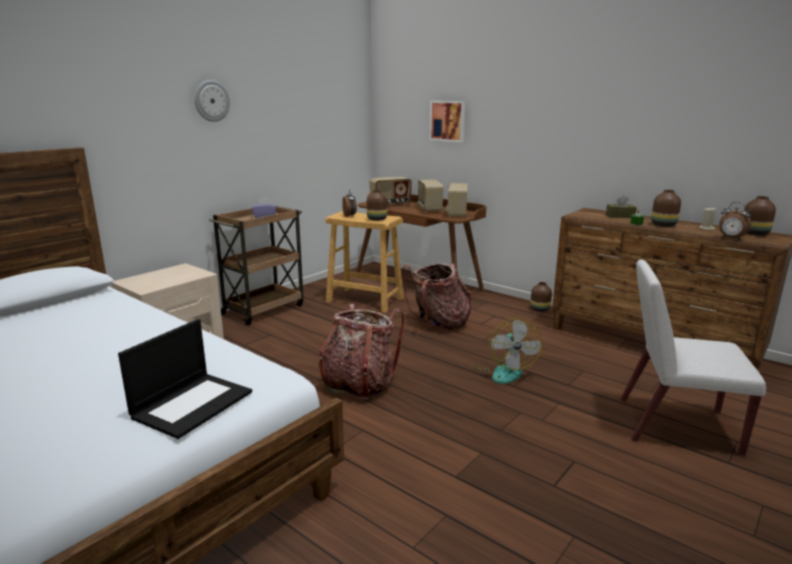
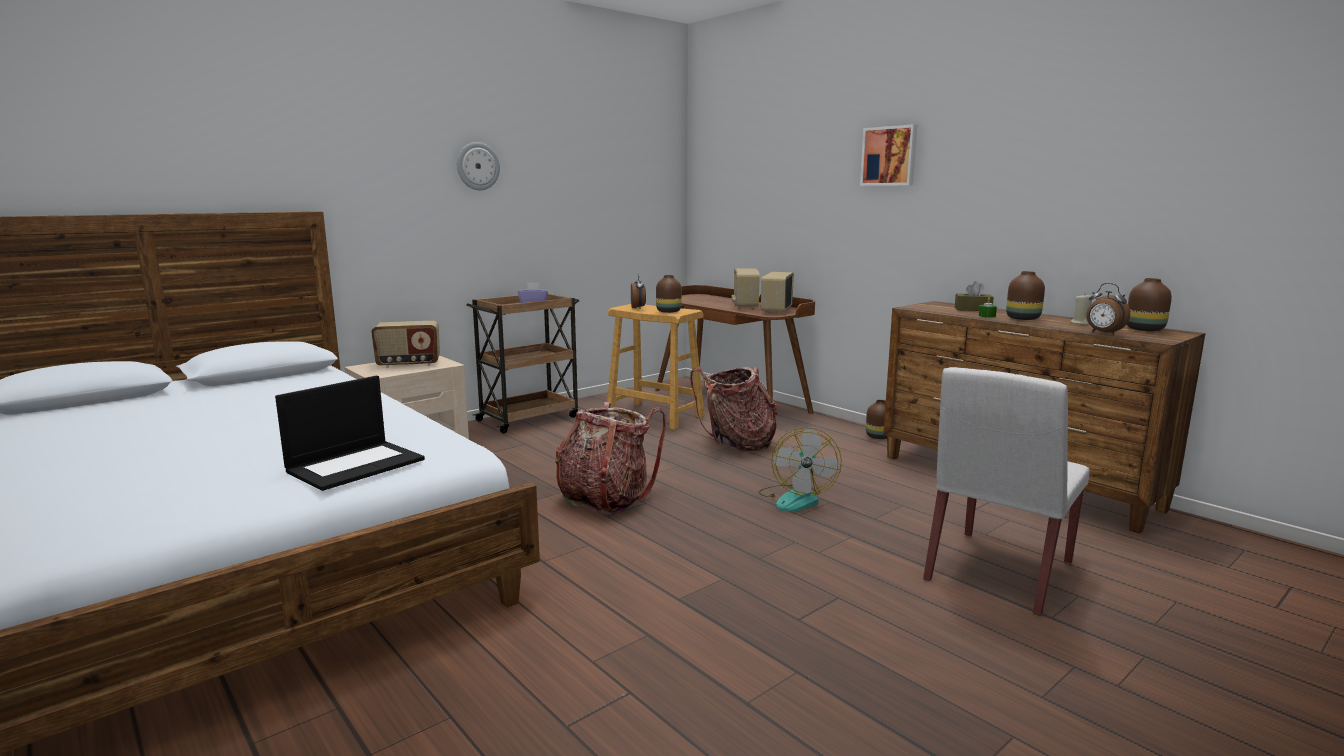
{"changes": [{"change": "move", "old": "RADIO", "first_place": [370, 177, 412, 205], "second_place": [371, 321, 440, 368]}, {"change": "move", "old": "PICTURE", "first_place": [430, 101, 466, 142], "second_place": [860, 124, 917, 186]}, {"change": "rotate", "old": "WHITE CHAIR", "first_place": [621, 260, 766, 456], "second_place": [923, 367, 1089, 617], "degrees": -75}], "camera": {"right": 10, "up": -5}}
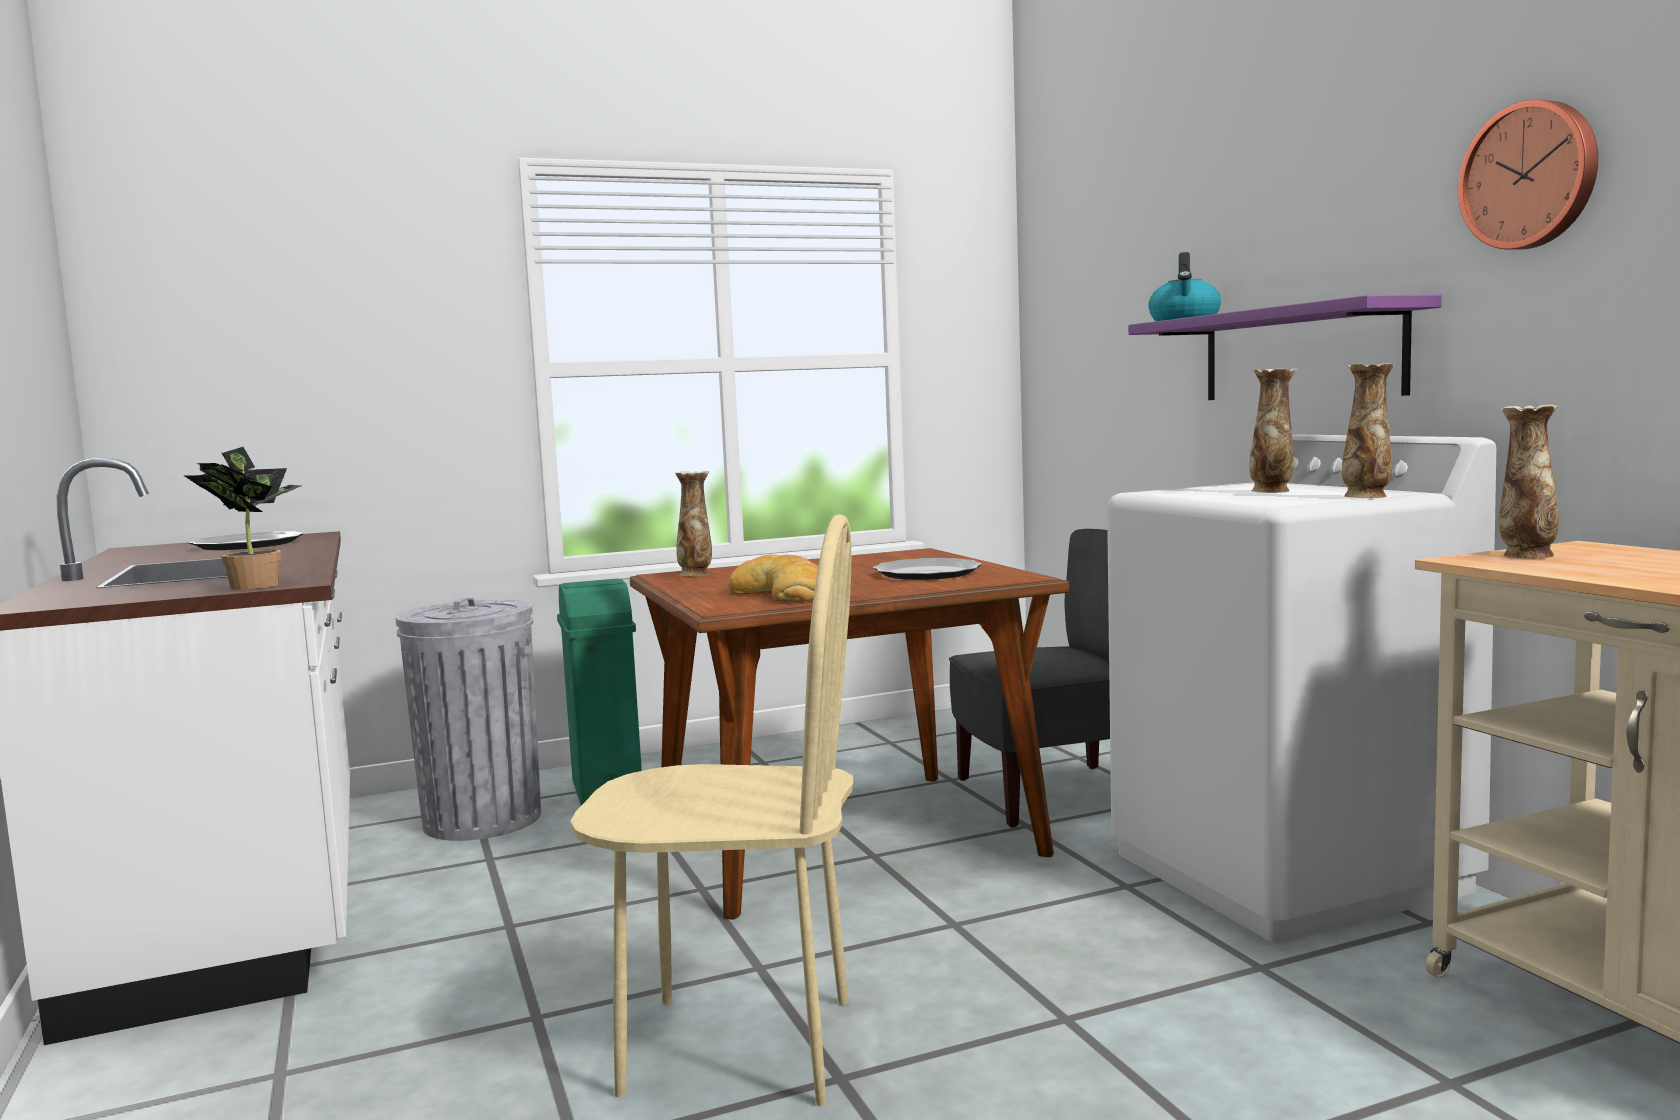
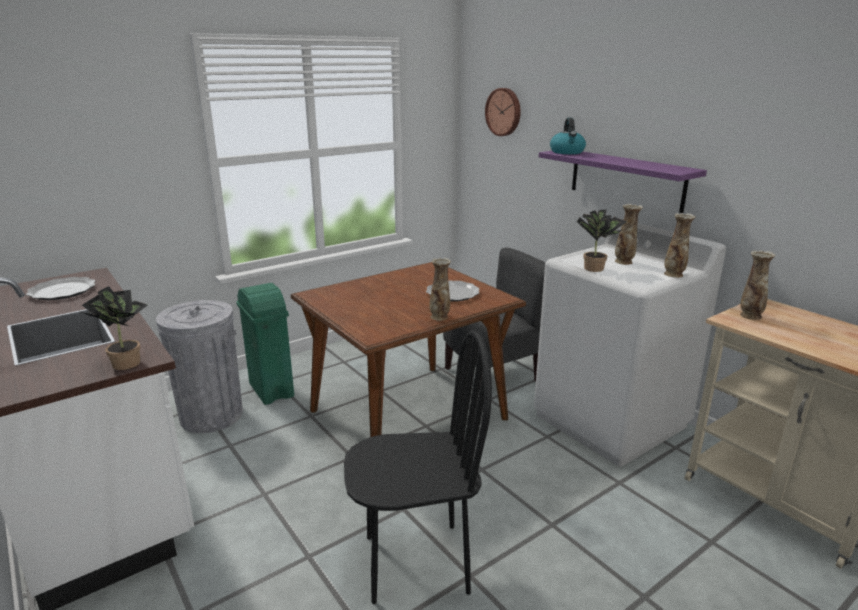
{"changes": [{"change": "delete", "old": "BREAD", "first_place": [728, 554, 818, 601]}, {"change": "insert", "new": "POTTED PLANT", "second_place": [577, 210, 627, 272]}, {"change": "move", "old": "VASE", "first_place": [675, 471, 712, 576], "second_place": [430, 258, 451, 321]}, {"change": "move", "old": "WALL CLOCK", "first_place": [1458, 100, 1598, 250], "second_place": [485, 88, 521, 136]}, {"change": "recolor", "old": "BEIGE CHAIR", "new": "BLACK CHAIR", "first_place": [570, 514, 853, 1106], "second_place": [344, 330, 492, 604]}], "camera": {"right": -15, "up": 15}}
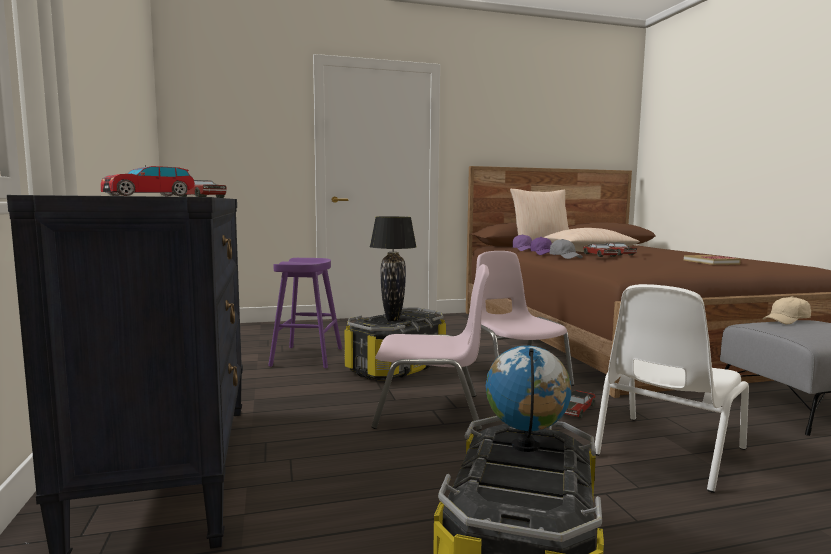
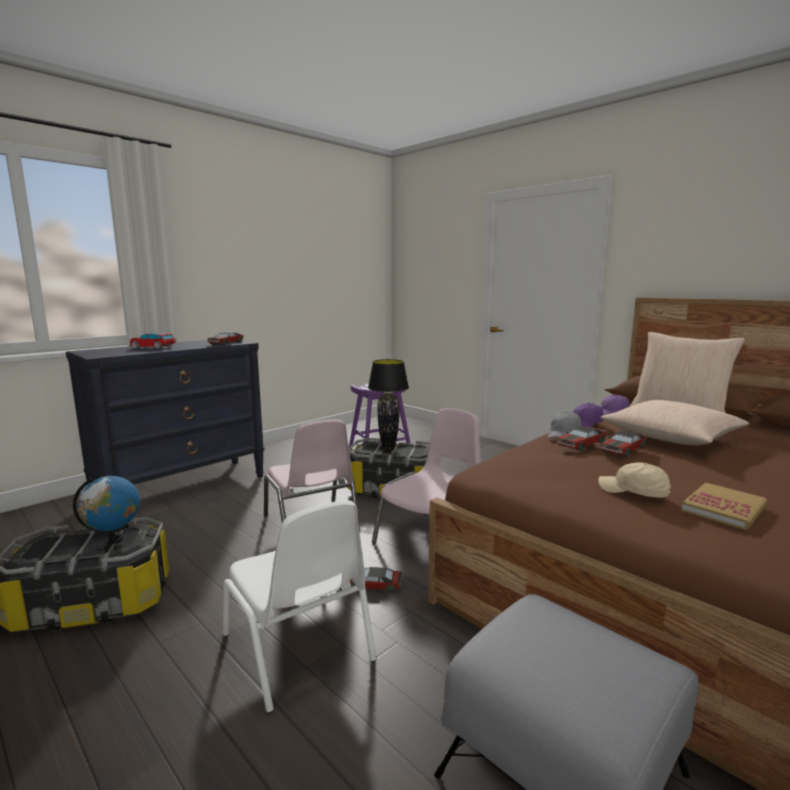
{"changes": [{"change": "move", "old": "BEIGE CAP", "first_place": [763, 297, 811, 324], "second_place": [598, 462, 671, 498]}, {"change": "rotate", "old": "WHITE CHAIR", "first_place": [595, 284, 749, 493], "second_place": [223, 500, 376, 713], "degrees": -135}], "camera": {"right": 60, "up": 5}}
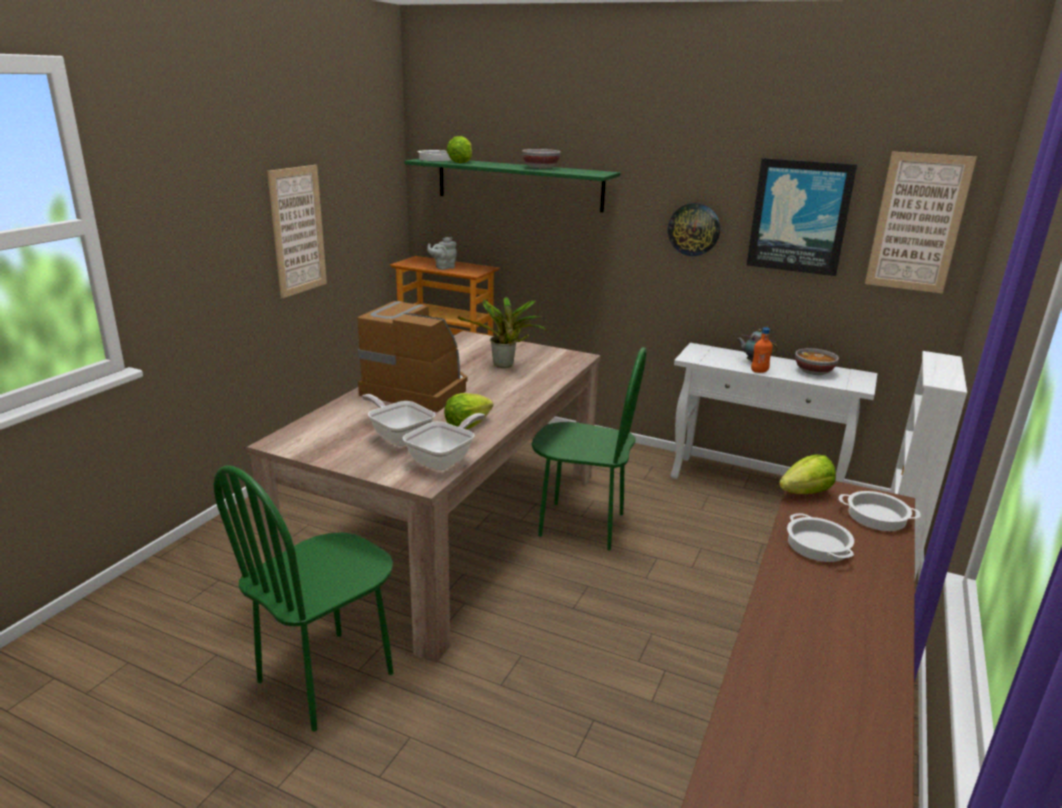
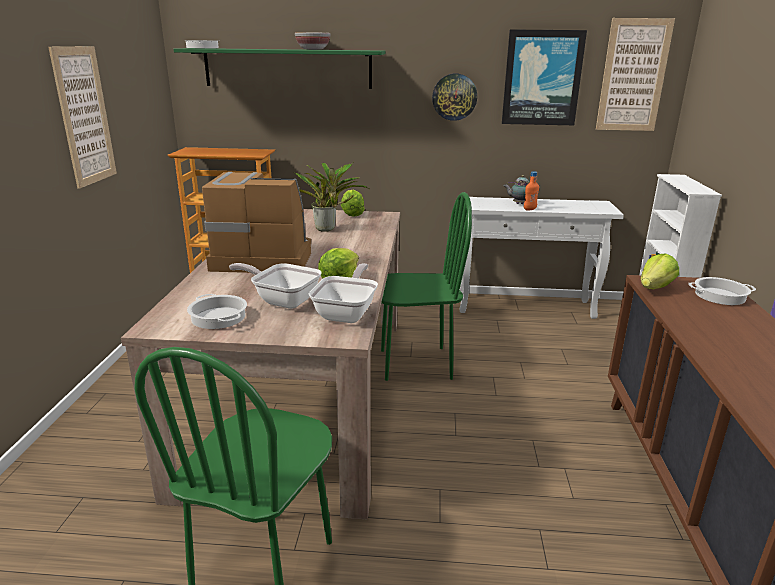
{"changes": [{"change": "delete", "old": "GREY TEAPOT", "first_place": [427, 237, 457, 270]}, {"change": "delete", "old": "BOWL", "first_place": [795, 348, 839, 375]}, {"change": "move", "old": "LETTUCE", "first_place": [447, 136, 472, 163], "second_place": [341, 190, 365, 217]}, {"change": "move", "old": "COOKING POT", "first_place": [787, 513, 854, 562], "second_place": [187, 294, 247, 329]}], "camera": {"right": -20, "up": 0}}
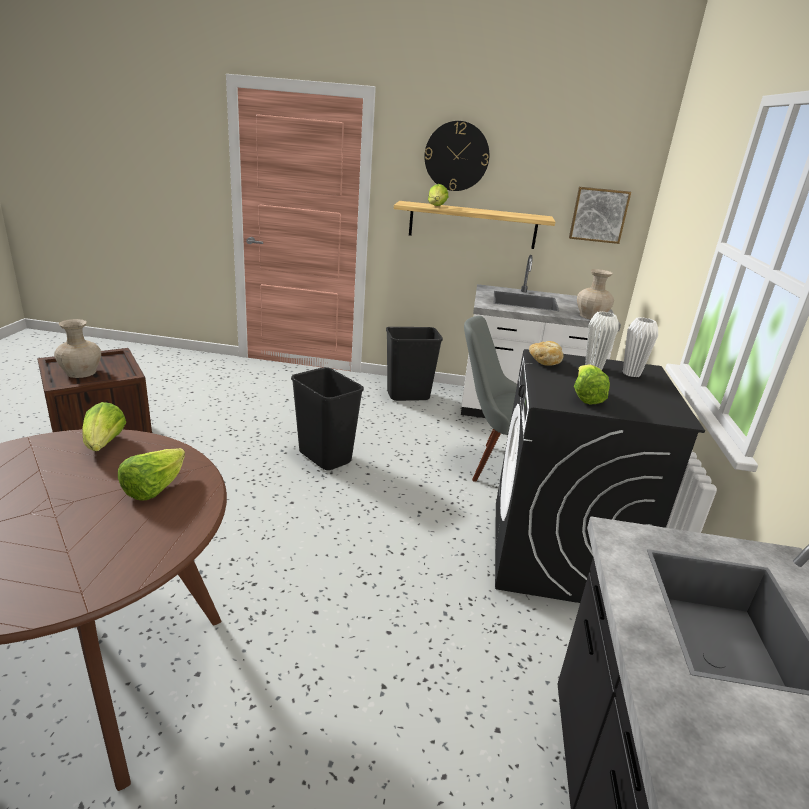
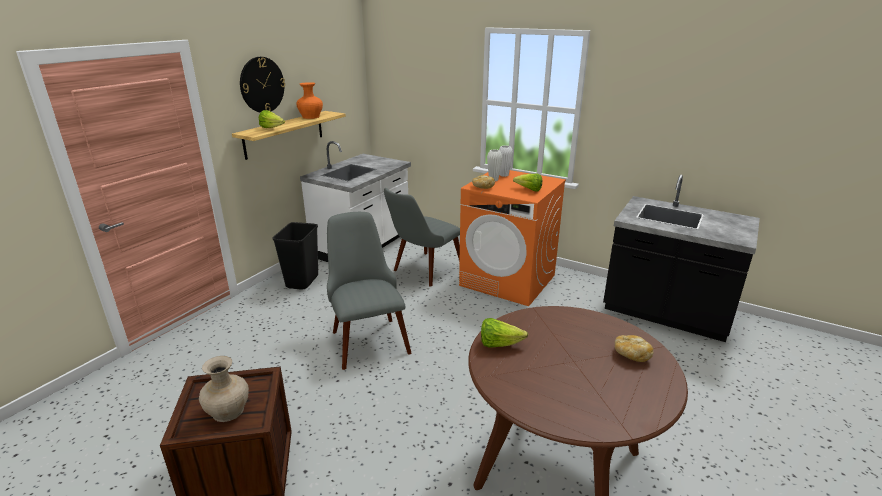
{"changes": [{"change": "delete", "old": "LETTUCE", "first_place": [118, 448, 185, 501]}, {"change": "delete", "old": "PICTURE", "first_place": [569, 187, 631, 244]}, {"change": "delete", "old": "BEIGE VASE", "first_place": [577, 269, 614, 320]}, {"change": "insert", "new": "ORANGE VASE", "second_place": [296, 82, 323, 119]}, {"change": "insert", "new": "BREAD", "second_place": [615, 335, 654, 362]}, {"change": "replace", "old": "BLACK TRASH CAN", "new": "GREY CHAIR", "first_place": [291, 367, 364, 470], "second_place": [327, 212, 412, 370]}, {"change": "recolor", "old": "BLACK WASHING MACHINE", "new": "ORANGE WASHING MACHINE", "first_place": [495, 349, 705, 603], "second_place": [459, 170, 566, 306]}], "camera": {"right": -65, "up": 0}}
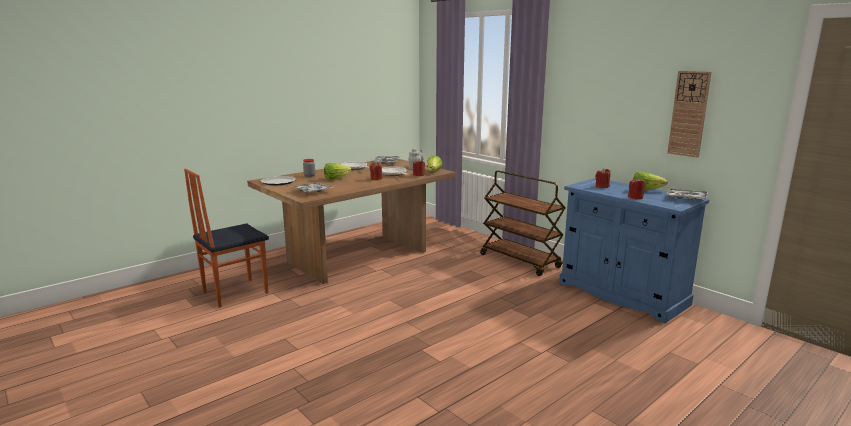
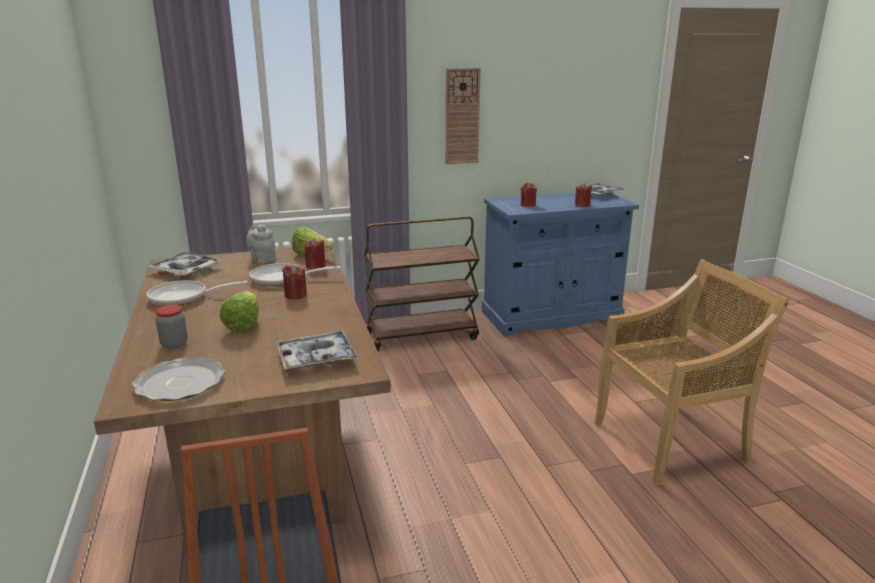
{"changes": [{"change": "delete", "old": "LETTUCE", "first_place": [633, 171, 668, 190]}, {"change": "insert", "new": "BEIGE CHAIR", "second_place": [594, 259, 790, 486]}, {"change": "move", "old": "WALL CLOCK", "first_place": [668, 71, 712, 158], "second_place": [446, 68, 481, 164]}], "camera": {"right": -65, "up": 5}}
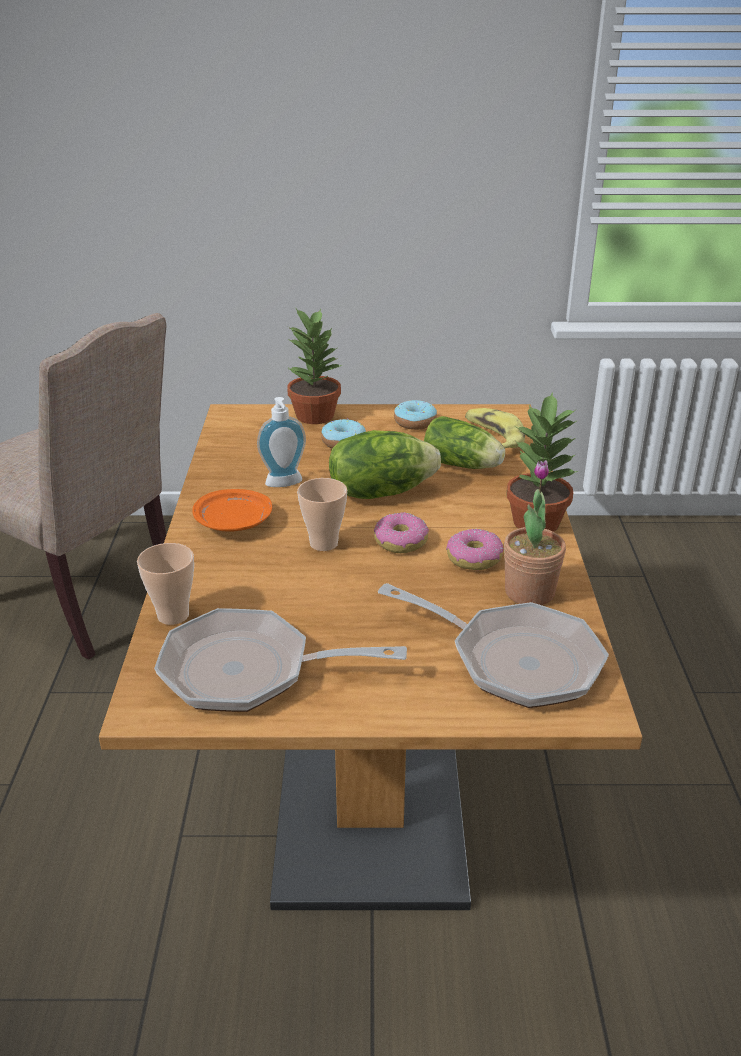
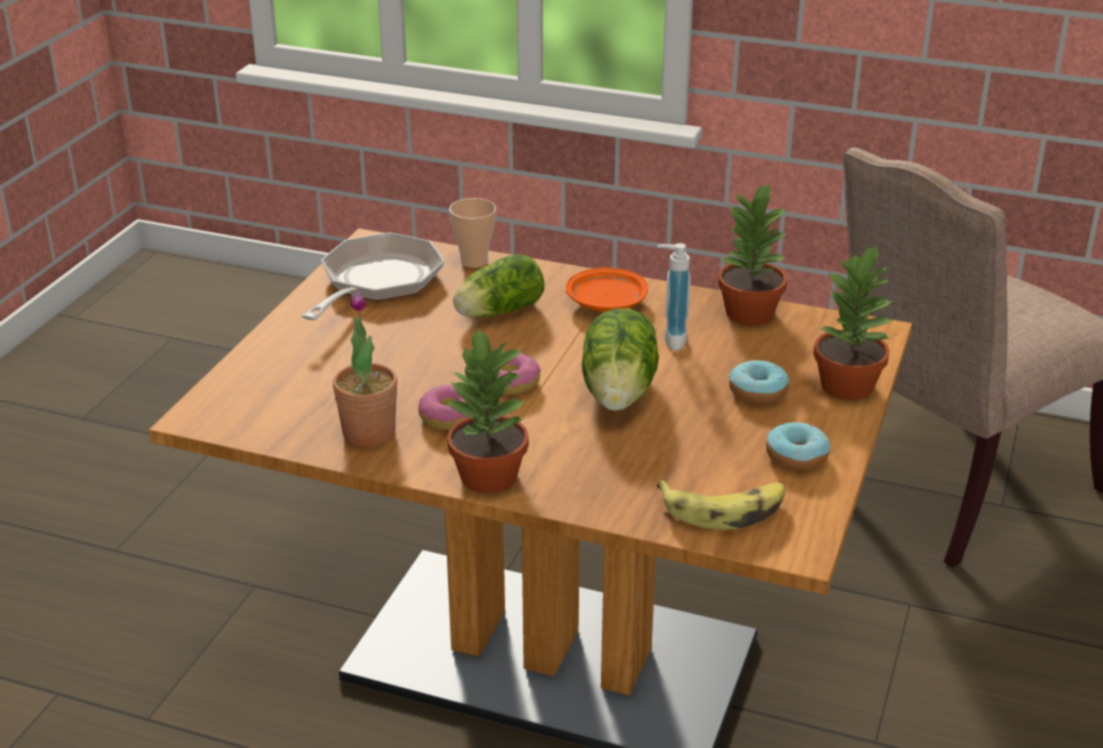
{"changes": [{"change": "delete", "old": "CUP", "first_place": [297, 478, 347, 551]}, {"change": "delete", "old": "FRYING PAN", "first_place": [378, 583, 609, 708]}, {"change": "insert", "new": "POTTED PLANT", "second_place": [718, 182, 788, 325]}, {"change": "move", "old": "LETTUCE", "first_place": [424, 416, 505, 469], "second_place": [453, 254, 544, 317]}], "camera": {"right": 110, "up": 0}}
